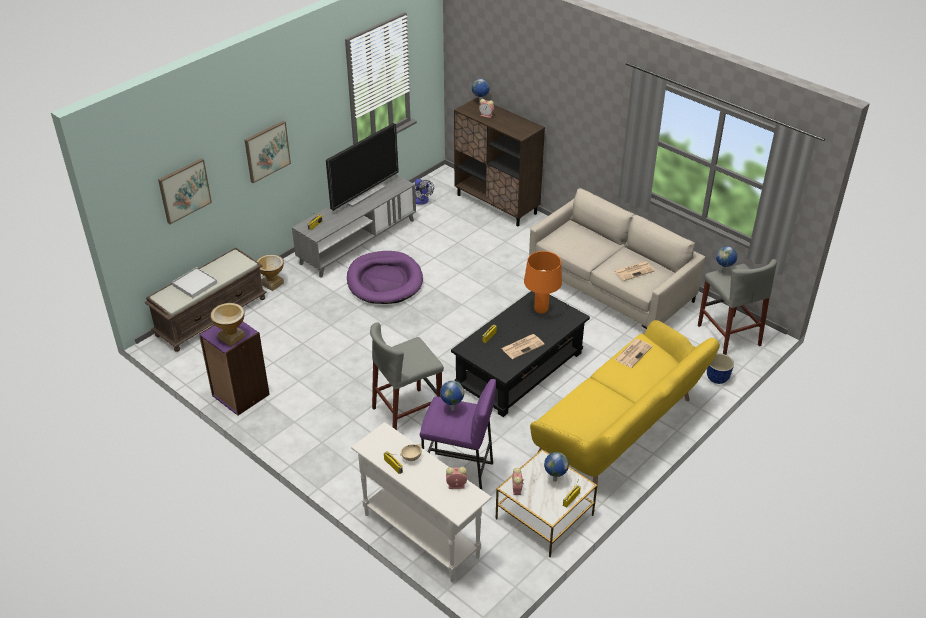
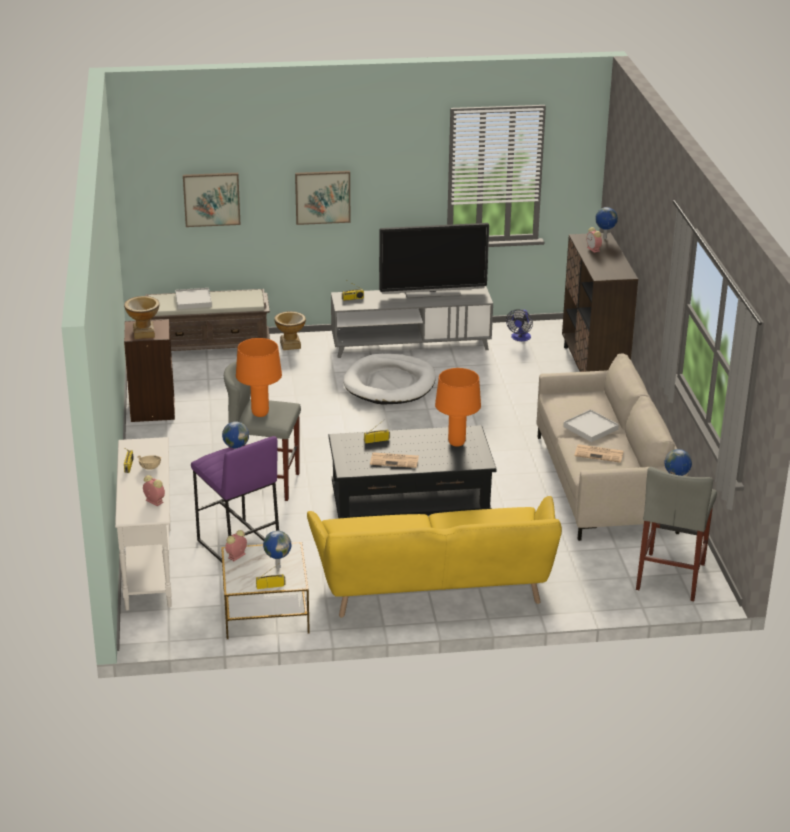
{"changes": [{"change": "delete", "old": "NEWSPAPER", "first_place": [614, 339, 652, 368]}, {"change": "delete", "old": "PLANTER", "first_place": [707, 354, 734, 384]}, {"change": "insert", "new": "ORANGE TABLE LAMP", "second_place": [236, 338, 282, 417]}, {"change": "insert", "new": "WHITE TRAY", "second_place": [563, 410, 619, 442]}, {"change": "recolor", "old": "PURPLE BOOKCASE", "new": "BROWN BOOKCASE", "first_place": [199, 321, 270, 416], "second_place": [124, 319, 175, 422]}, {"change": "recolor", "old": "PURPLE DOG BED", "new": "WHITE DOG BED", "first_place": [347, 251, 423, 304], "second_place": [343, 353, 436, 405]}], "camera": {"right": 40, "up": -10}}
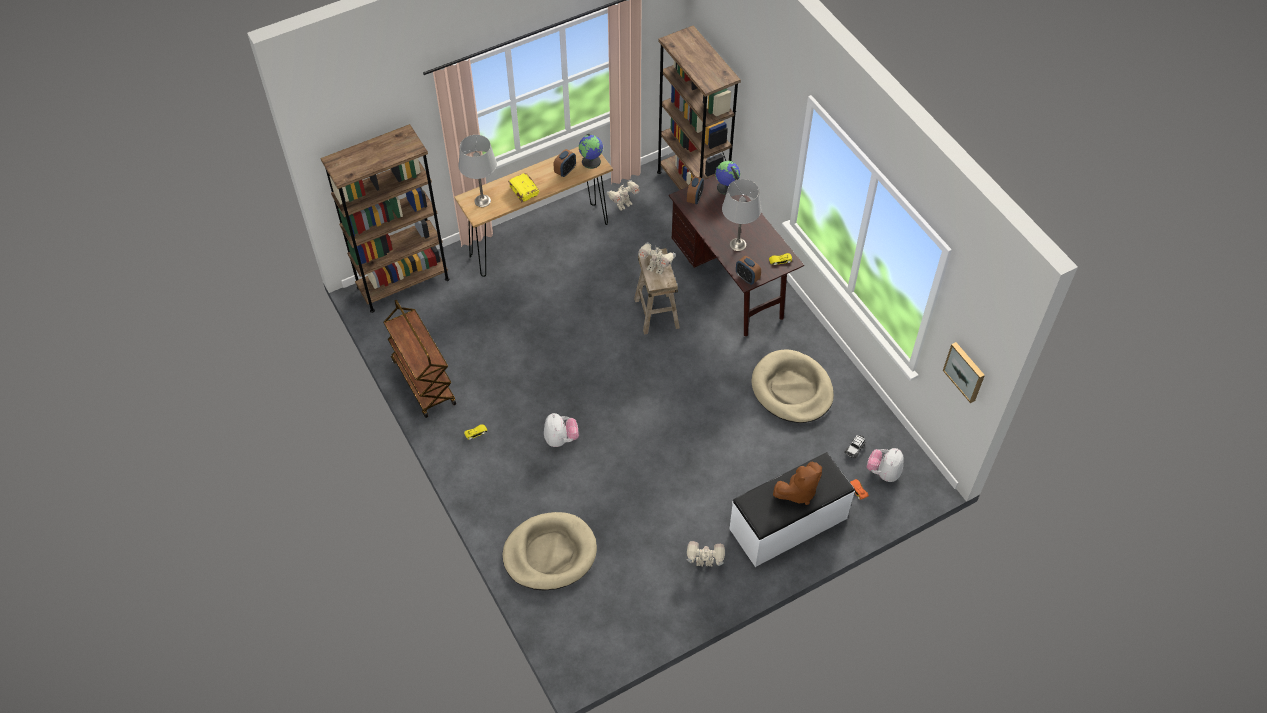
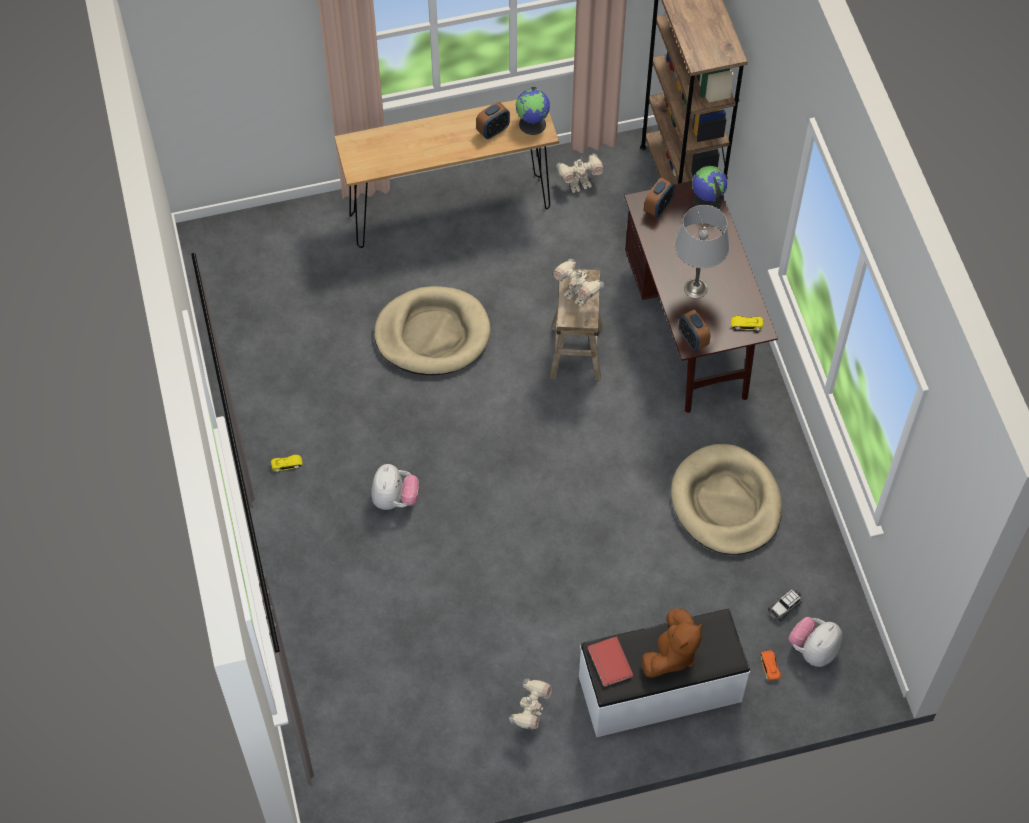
{"changes": [{"change": "delete", "old": "BROWN BOOKCASE", "first_place": [320, 124, 449, 313]}, {"change": "delete", "old": "BROWN CART", "first_place": [383, 300, 456, 418]}, {"change": "delete", "old": "GREY TABLE LAMP", "first_place": [458, 135, 497, 207]}, {"change": "delete", "old": "YELLOW BOOK", "first_place": [508, 173, 539, 202]}, {"change": "delete", "old": "PICTURE", "first_place": [943, 342, 985, 403]}, {"change": "insert", "new": "RED BOOK", "second_place": [588, 636, 634, 687]}, {"change": "move", "old": "BEIGE DOG BED", "first_place": [502, 512, 597, 591], "second_place": [374, 286, 491, 375]}, {"change": "rotate", "old": "TOY ROBOT", "first_place": [686, 541, 725, 567], "second_place": [509, 678, 552, 729], "degrees": 90}, {"change": "rotate", "old": "BROWN PLUSH TOY", "first_place": [773, 462, 822, 505], "second_place": [642, 609, 703, 678], "degrees": -45}], "camera": {"right": 15, "up": 5}}
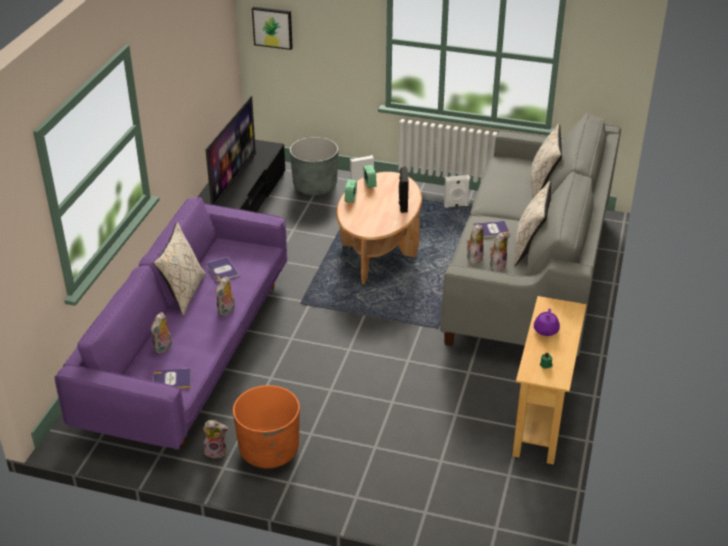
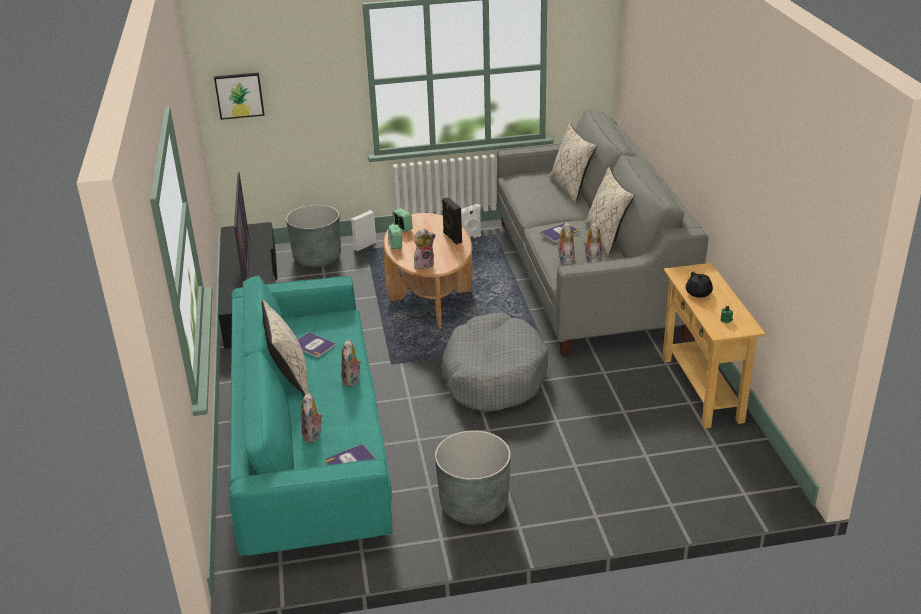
{"changes": [{"change": "insert", "new": "GREY DOG BED", "second_place": [441, 313, 548, 412]}, {"change": "move", "old": "PLUSH TOY", "first_place": [203, 420, 228, 459], "second_place": [414, 229, 436, 269]}, {"change": "recolor", "old": "PURPLE SOFA", "new": "TURQUOISE SOFA", "first_place": [55, 197, 287, 450], "second_place": [229, 275, 392, 556]}, {"change": "recolor", "old": "ORANGE PLANTER", "new": "GREY PLANTER", "first_place": [233, 385, 300, 468], "second_place": [435, 430, 511, 525]}, {"change": "recolor", "old": "PURPLE TEAPOT", "new": "BLACK TEAPOT", "first_place": [534, 309, 560, 336], "second_place": [686, 272, 713, 298]}], "camera": {"right": -25, "up": -5}}
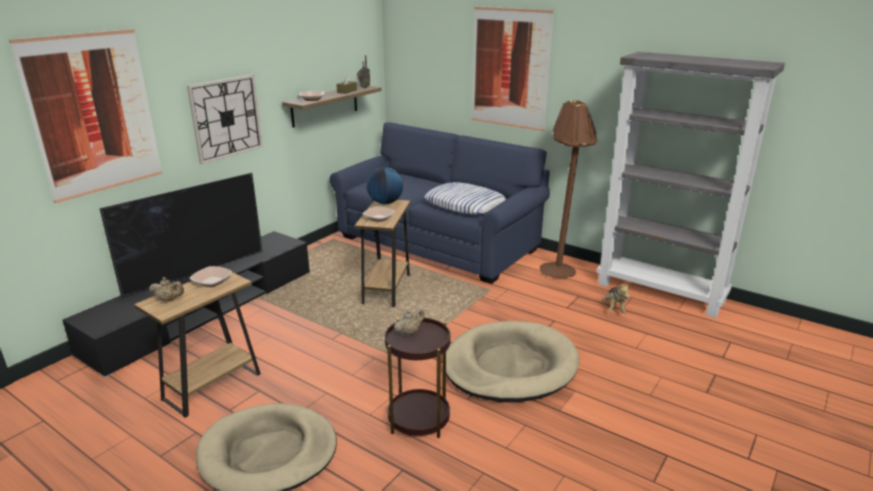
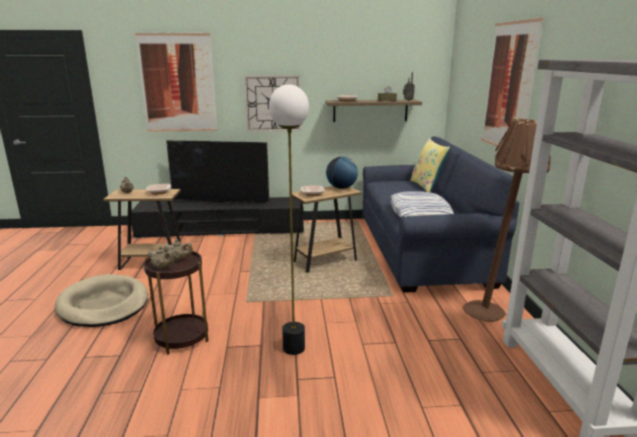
{"changes": [{"change": "delete", "old": "PLUSH TOY", "first_place": [602, 282, 630, 313]}, {"change": "insert", "new": "BEIGE TEAPOT", "second_place": [147, 246, 174, 268]}, {"change": "insert", "new": "YELLOW PILLOW", "second_place": [410, 138, 450, 192]}, {"change": "replace", "old": "BEIGE DOG BED", "new": "FLOOR LAMP", "first_place": [446, 321, 579, 402], "second_place": [269, 84, 309, 355]}], "camera": {"right": 50, "up": -5}}
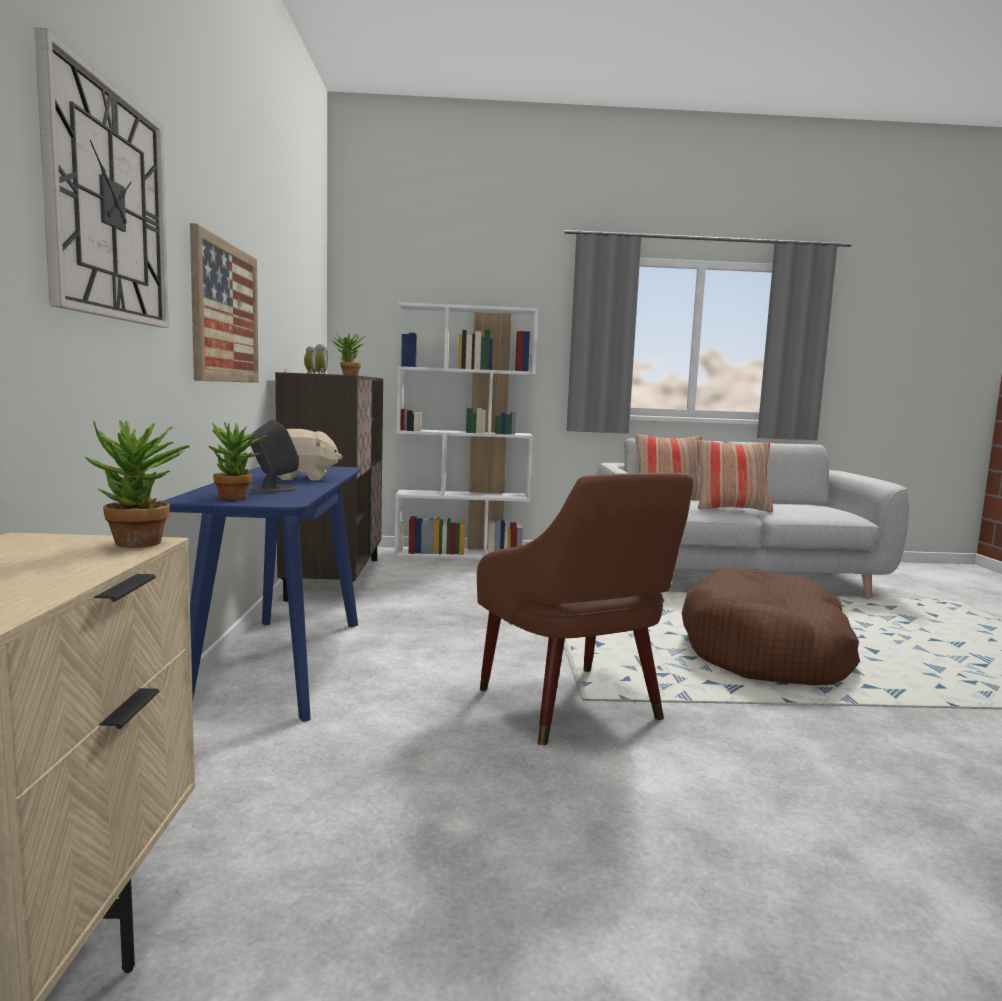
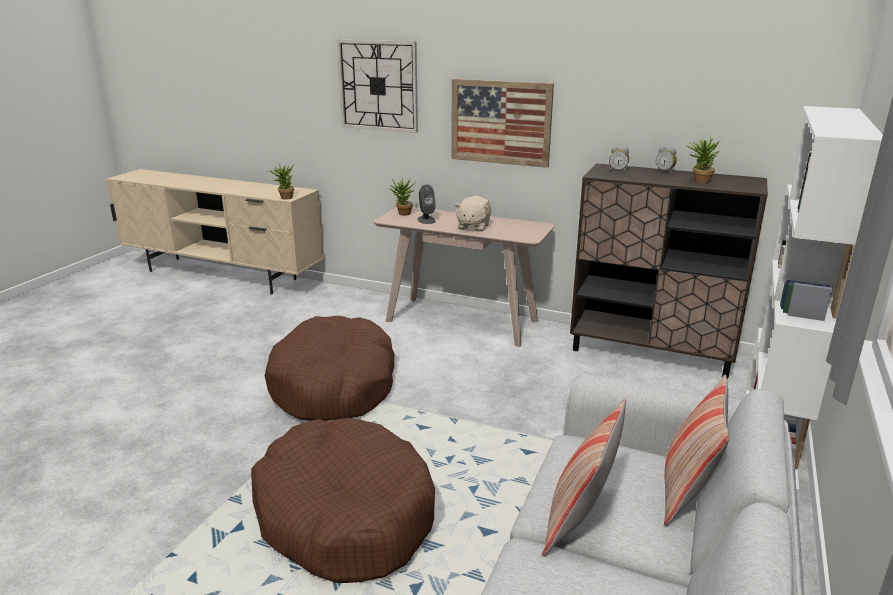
{"changes": [{"change": "replace", "old": "BROWN ARMCHAIR", "new": "BROWN DOG BED", "first_place": [477, 473, 693, 745], "second_place": [265, 316, 394, 421]}, {"change": "recolor", "old": "BLUE CONSOLE TABLE", "new": "BEIGE CONSOLE TABLE", "first_place": [161, 466, 361, 722], "second_place": [373, 207, 555, 347]}], "camera": {"right": 115, "up": 15}}
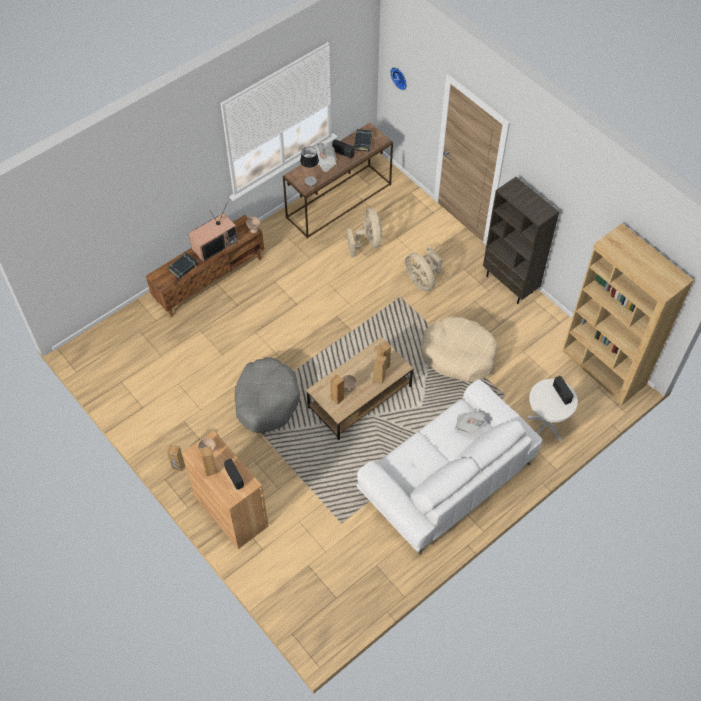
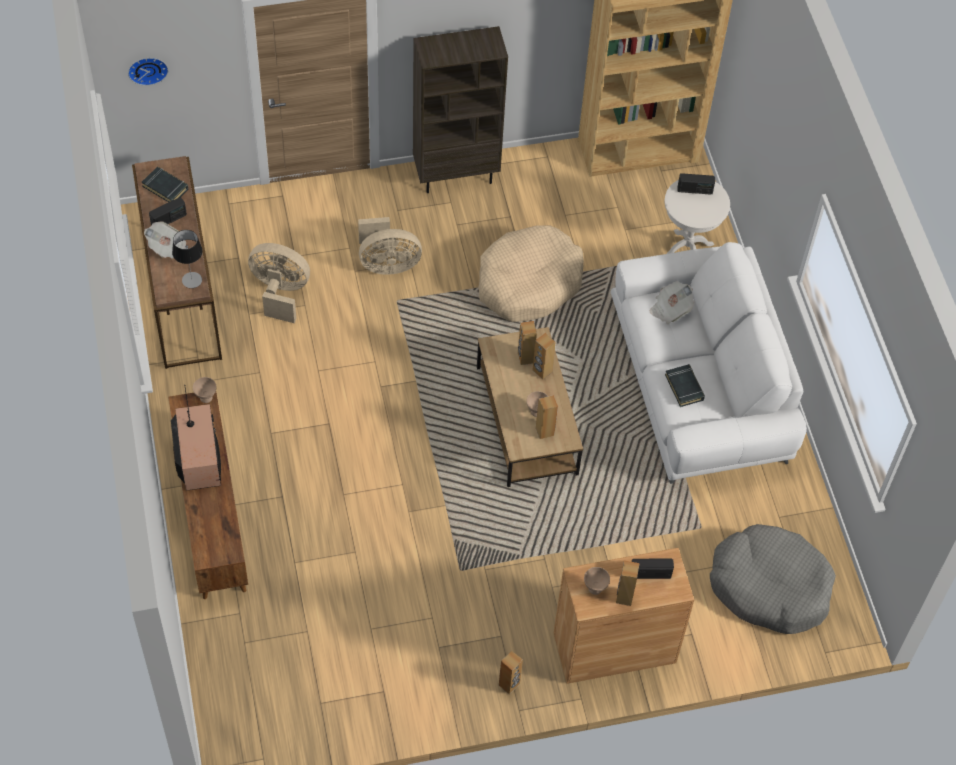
{"changes": [{"change": "move", "old": "BLACK BOOK", "first_place": [168, 253, 198, 279], "second_place": [665, 364, 705, 407]}, {"change": "move", "old": "GREY DOG BED", "first_place": [235, 357, 300, 433], "second_place": [710, 524, 836, 634]}], "camera": {"right": -65, "up": 0}}
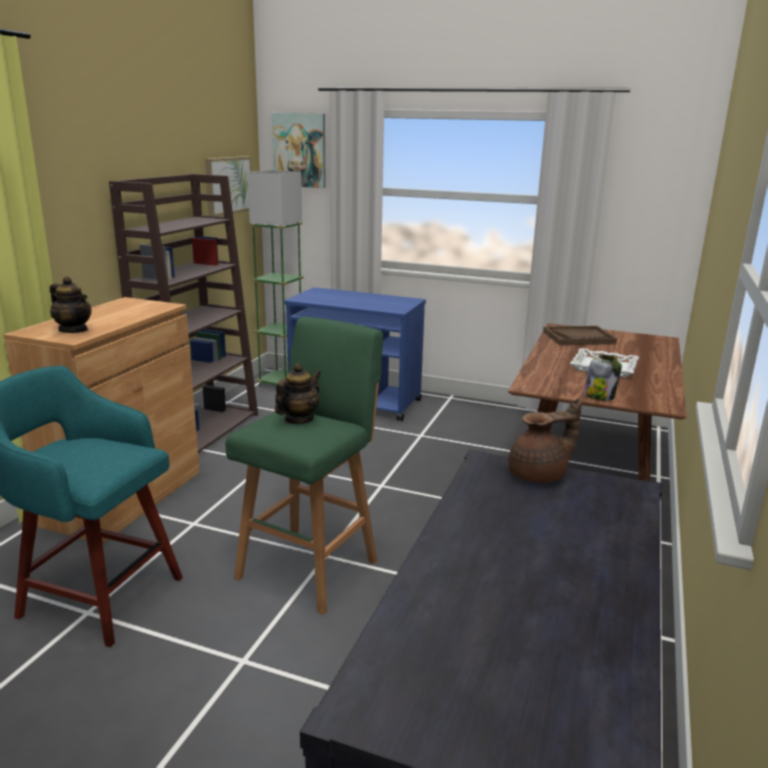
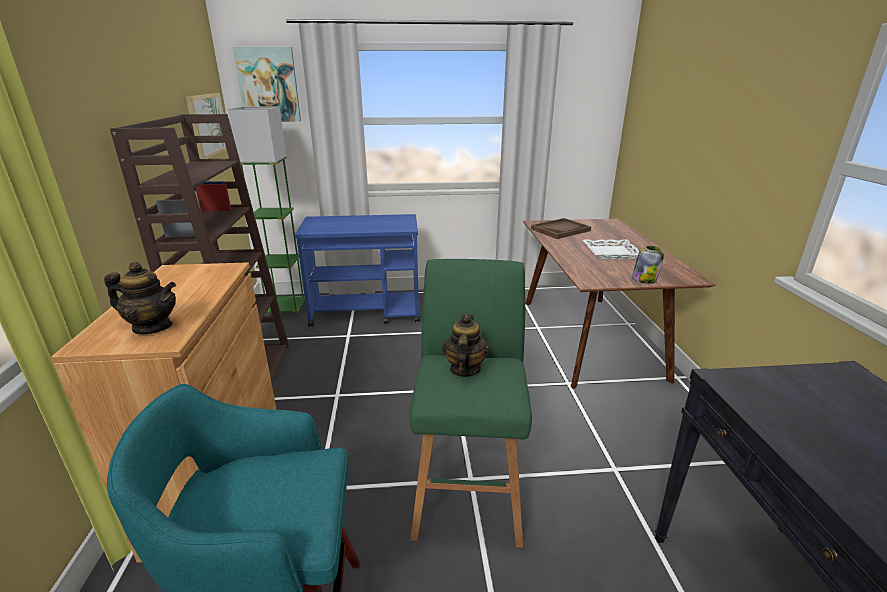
{"changes": [{"change": "delete", "old": "BROWN TEAPOT", "first_place": [508, 398, 582, 483]}], "camera": {"right": -25, "up": 5}}
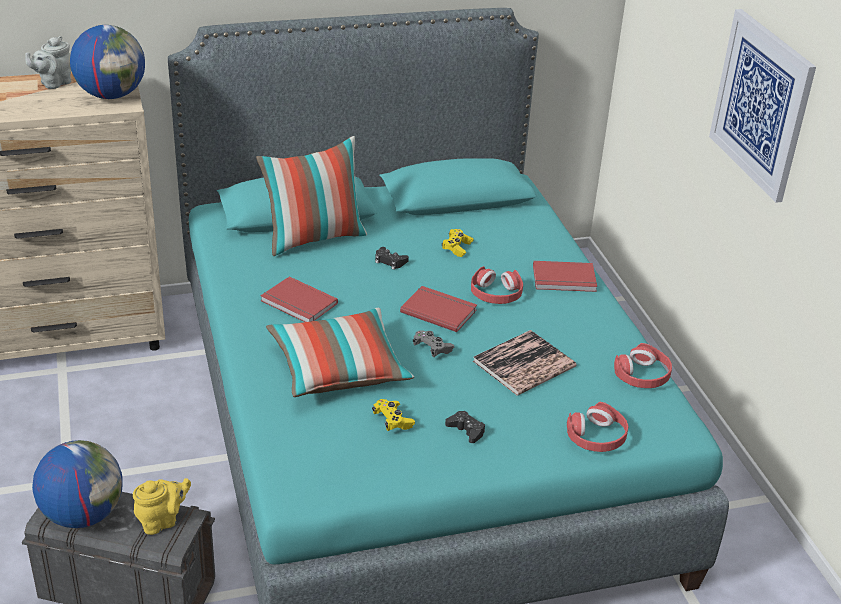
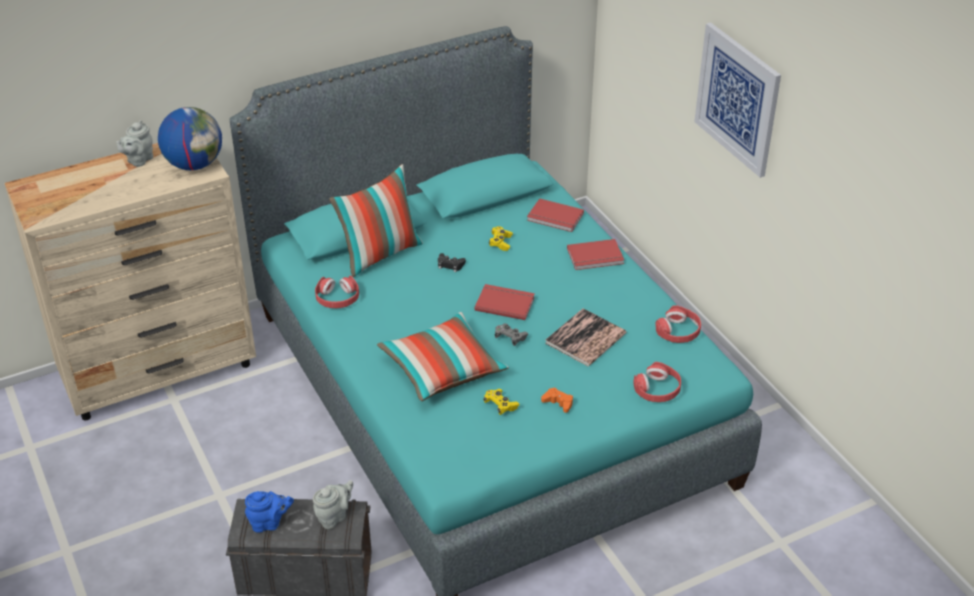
{"changes": [{"change": "move", "old": "RED BOOK", "first_place": [260, 276, 338, 322], "second_place": [527, 198, 584, 232]}, {"change": "move", "old": "RED HEADPHONES", "first_place": [471, 266, 523, 304], "second_place": [315, 275, 359, 308]}, {"change": "replace", "old": "GLOBE", "new": "BLUE TEAPOT", "first_place": [32, 440, 123, 528], "second_place": [245, 491, 294, 533]}, {"change": "recolor", "old": "YELLOW TEAPOT", "new": "GREY TEAPOT", "first_place": [133, 478, 191, 535], "second_place": [313, 480, 353, 529]}, {"change": "recolor", "old": "BLACK GAME CONTROLLER", "new": "ORANGE GAME CONTROLLER", "first_place": [445, 411, 485, 443], "second_place": [541, 388, 573, 413]}], "camera": {"right": -10, "up": 5}}
